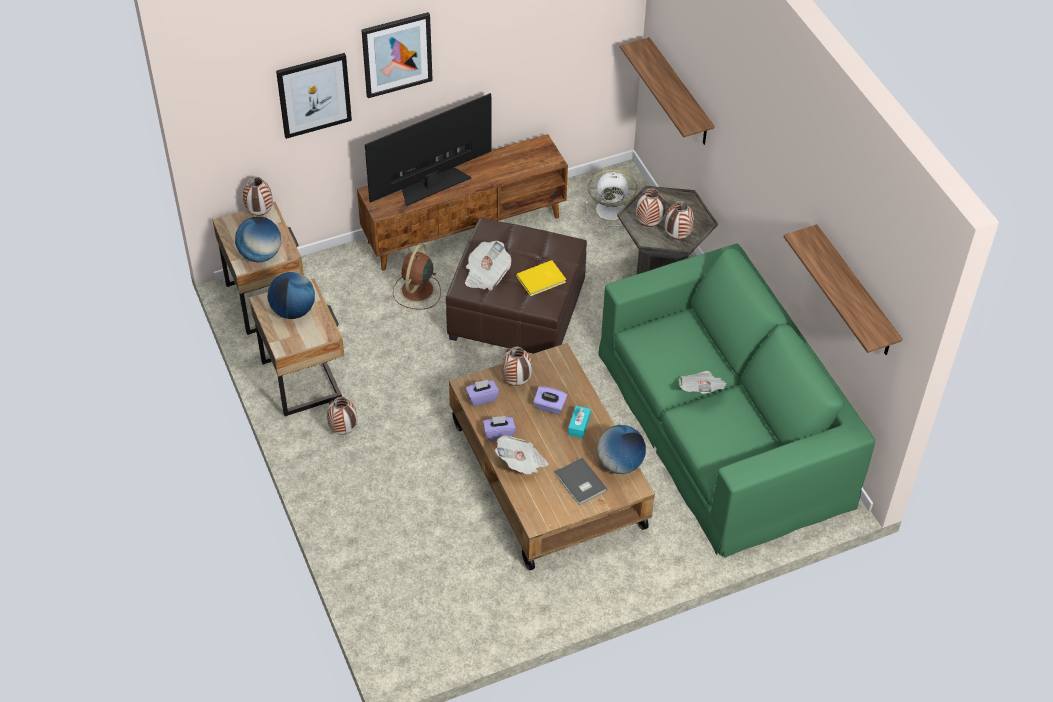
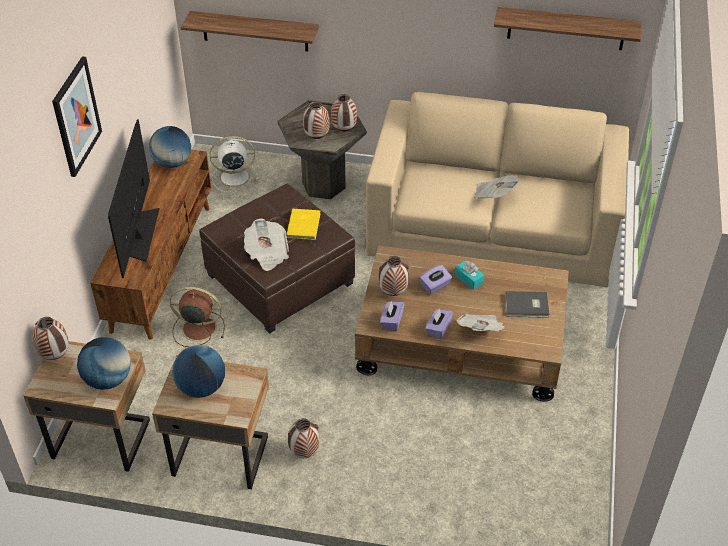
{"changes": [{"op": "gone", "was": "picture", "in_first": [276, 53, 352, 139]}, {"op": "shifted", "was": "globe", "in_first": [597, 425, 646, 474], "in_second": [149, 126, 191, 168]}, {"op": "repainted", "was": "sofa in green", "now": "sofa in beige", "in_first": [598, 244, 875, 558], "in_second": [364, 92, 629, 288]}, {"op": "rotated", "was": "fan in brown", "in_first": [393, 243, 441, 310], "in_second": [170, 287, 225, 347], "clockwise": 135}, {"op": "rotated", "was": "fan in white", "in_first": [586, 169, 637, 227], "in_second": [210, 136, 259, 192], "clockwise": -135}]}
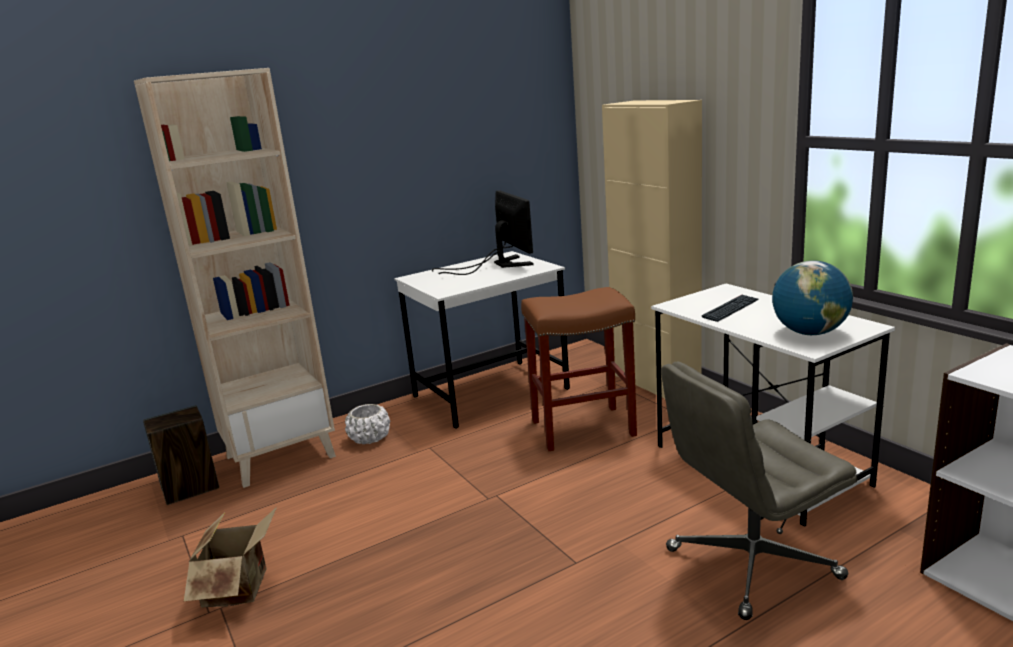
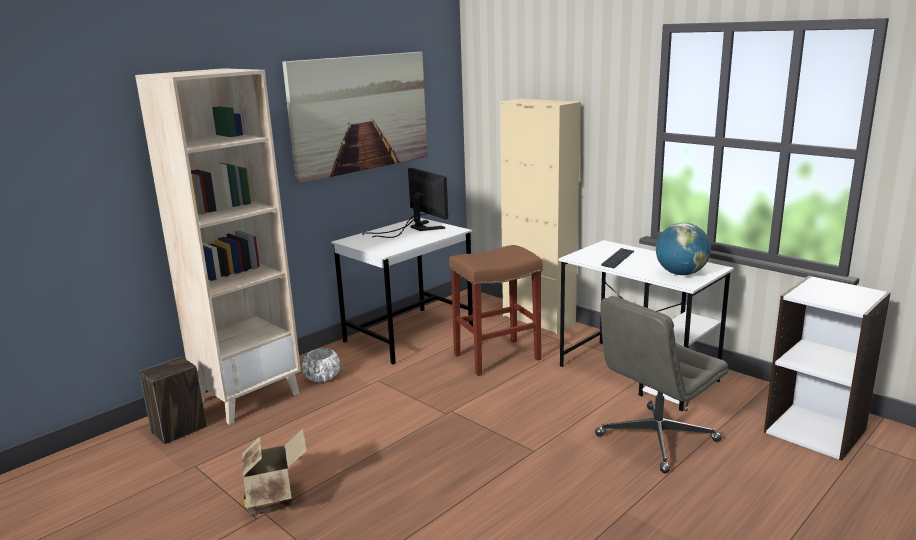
{"changes": [{"op": "new", "now": "picture", "in_second": [282, 52, 428, 183]}]}
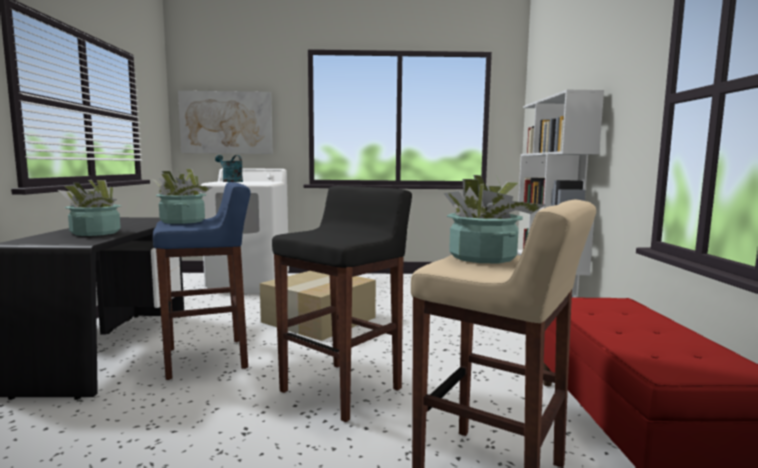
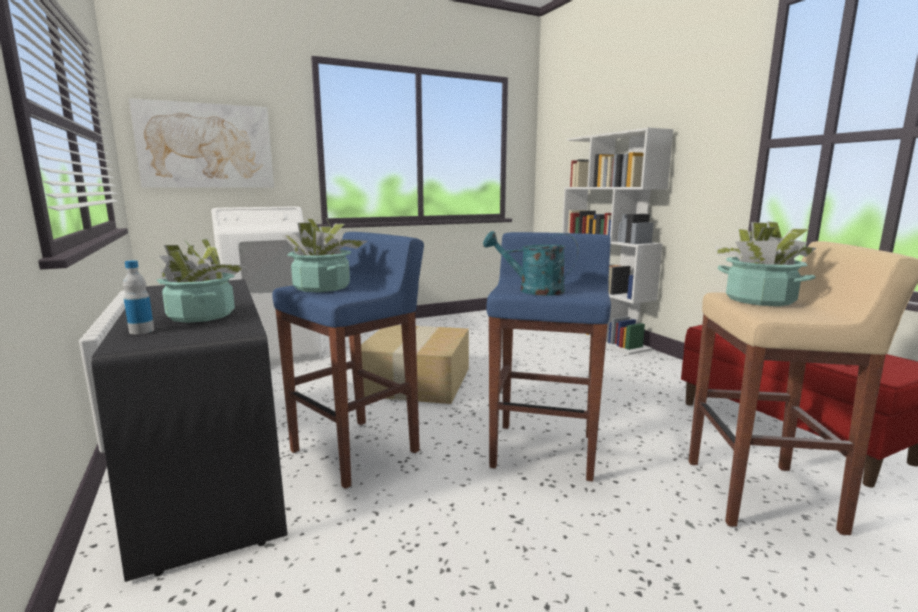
{"changes": [{"op": "new", "now": "bottle", "in_second": [123, 260, 154, 334]}, {"op": "shifted", "was": "watering can in turquoise", "in_first": [215, 155, 243, 182], "in_second": [483, 231, 578, 296]}, {"op": "repainted", "was": "stool in black", "now": "stool in blue", "in_first": [272, 186, 412, 422], "in_second": [486, 232, 611, 481]}]}
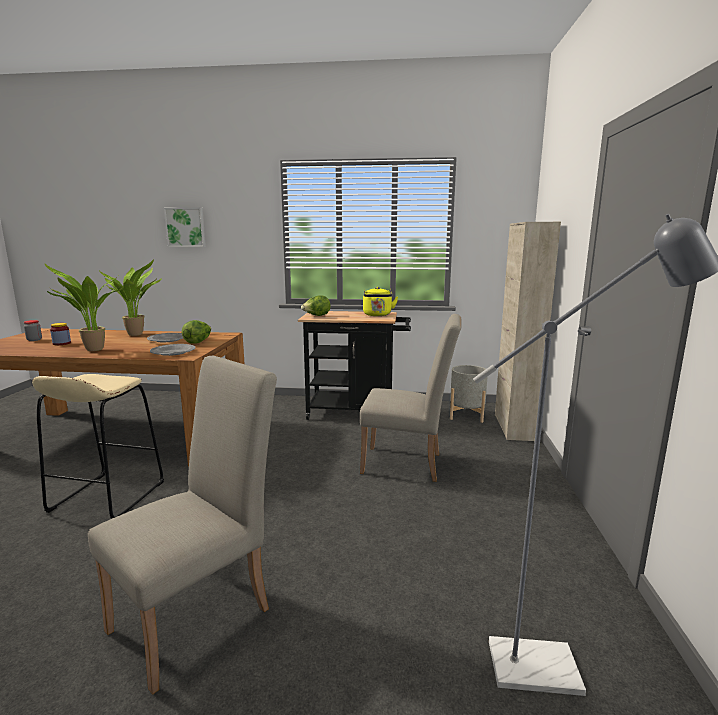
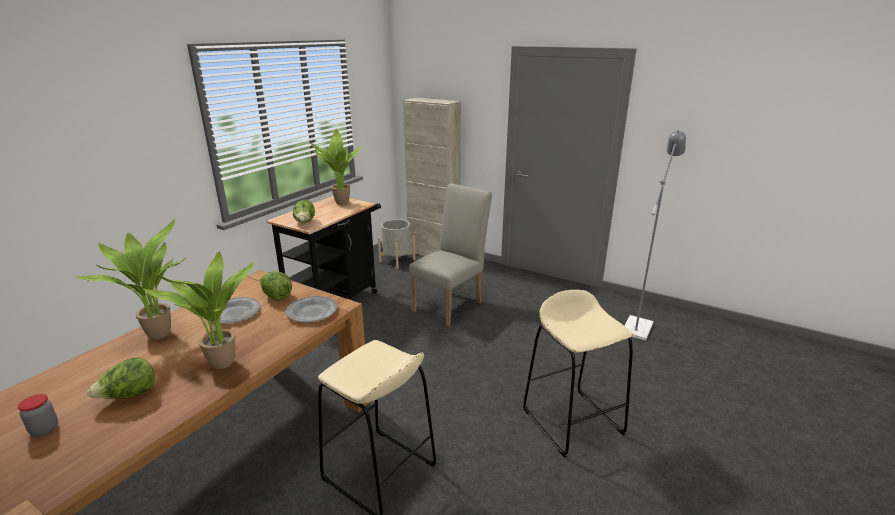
{"changes": [{"op": "gone", "was": "picture", "in_first": [164, 207, 206, 247]}, {"op": "swapped", "was": "jar", "now": "lettuce", "in_first": [50, 323, 71, 345], "in_second": [87, 358, 155, 399]}, {"op": "swapped", "was": "chair in beige", "now": "stool in beige", "in_first": [88, 356, 277, 695], "in_second": [523, 290, 633, 458]}, {"op": "swapped", "was": "kettle in yellow", "now": "potted plant", "in_first": [363, 287, 398, 316], "in_second": [311, 129, 362, 205]}]}
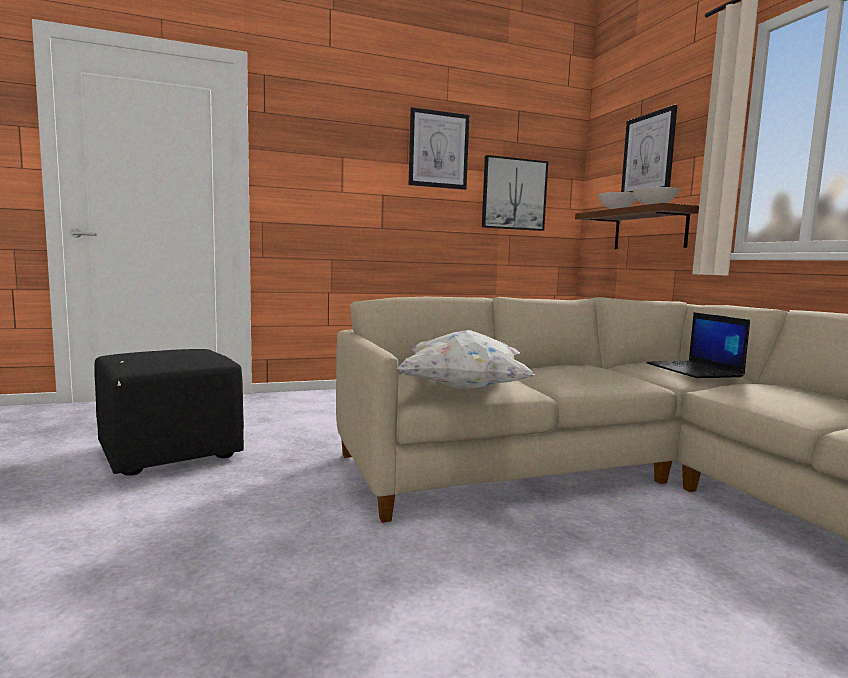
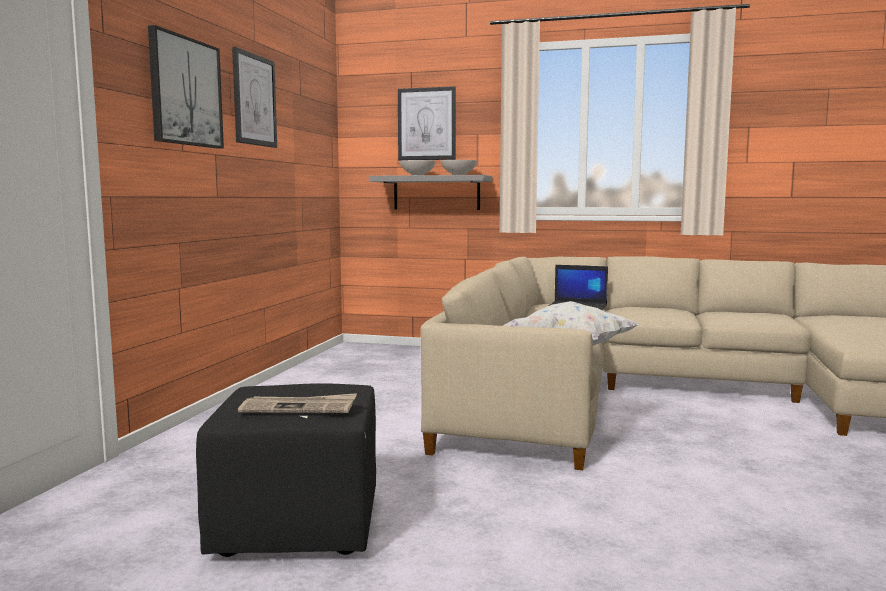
{"changes": [{"op": "new", "now": "newspaper", "in_second": [238, 393, 357, 413]}, {"op": "shifted", "was": "picture", "in_first": [482, 155, 548, 231], "in_second": [148, 25, 224, 149]}, {"op": "repainted", "was": "shelf in brown", "now": "shelf in grey", "in_first": [575, 203, 699, 249], "in_second": [369, 175, 493, 210]}]}
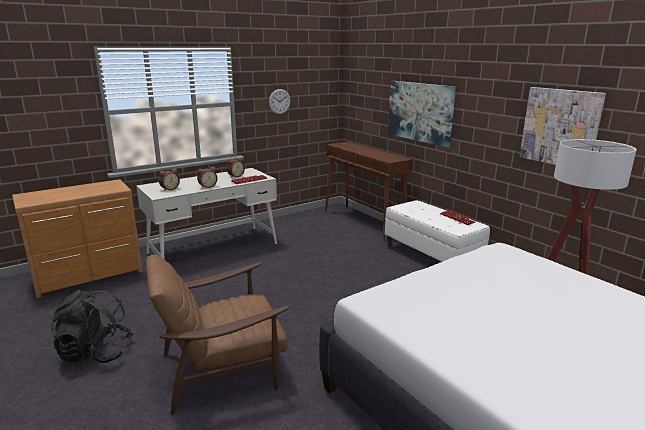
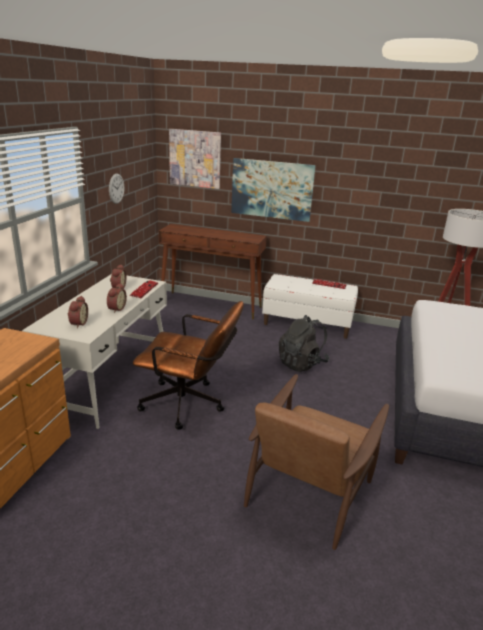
{"changes": [{"op": "new", "now": "office chair in brown", "in_second": [133, 301, 244, 430]}, {"op": "shifted", "was": "backpack in black", "in_first": [50, 289, 134, 363], "in_second": [279, 315, 330, 372]}, {"op": "shifted", "was": "picture", "in_first": [519, 87, 606, 165], "in_second": [169, 129, 221, 189]}]}
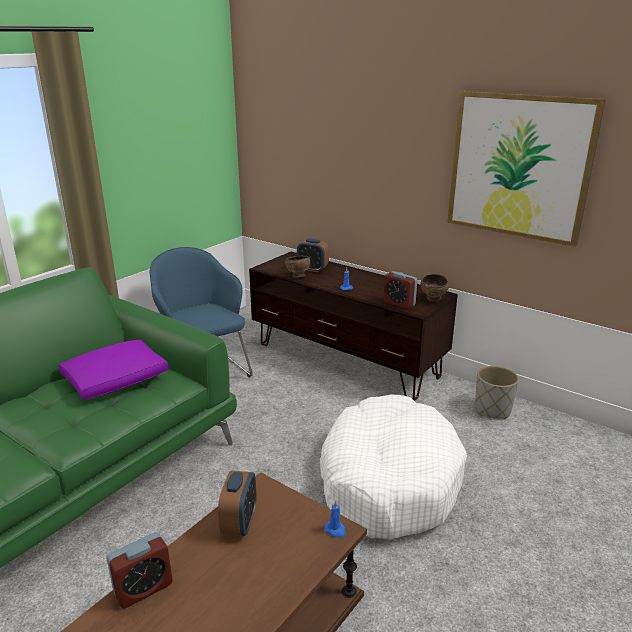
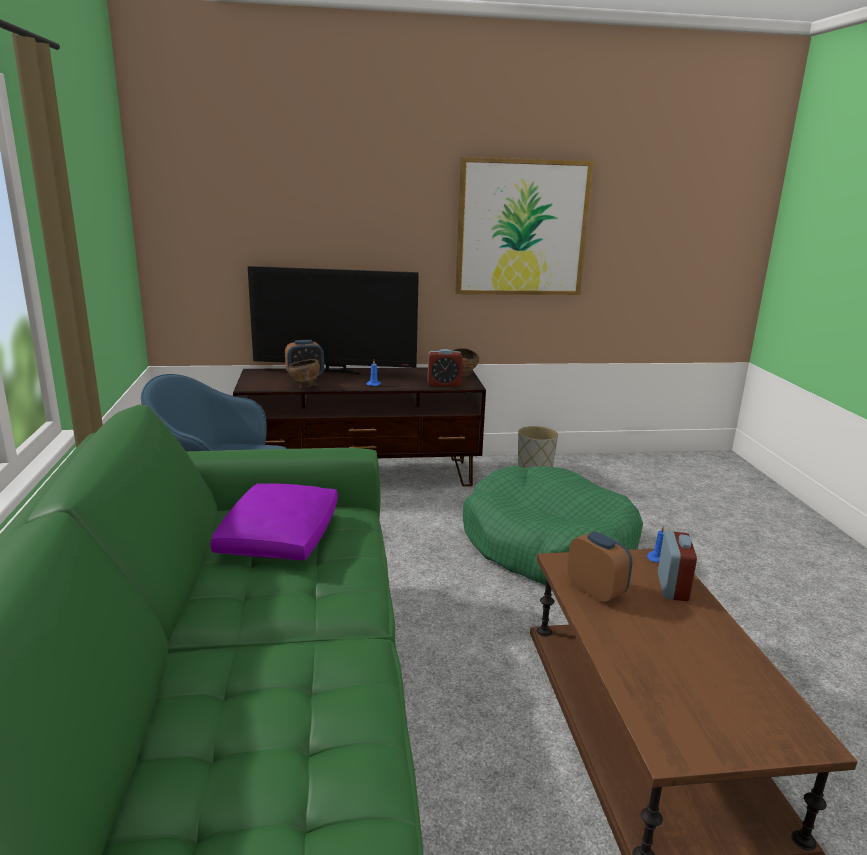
{"changes": [{"op": "new", "now": "television", "in_second": [248, 266, 419, 375]}, {"op": "shifted", "was": "alarm clock", "in_first": [107, 532, 173, 609], "in_second": [658, 531, 697, 601]}, {"op": "repainted", "was": "dog bed in white", "now": "dog bed in green", "in_first": [320, 395, 467, 540], "in_second": [463, 466, 643, 585]}]}
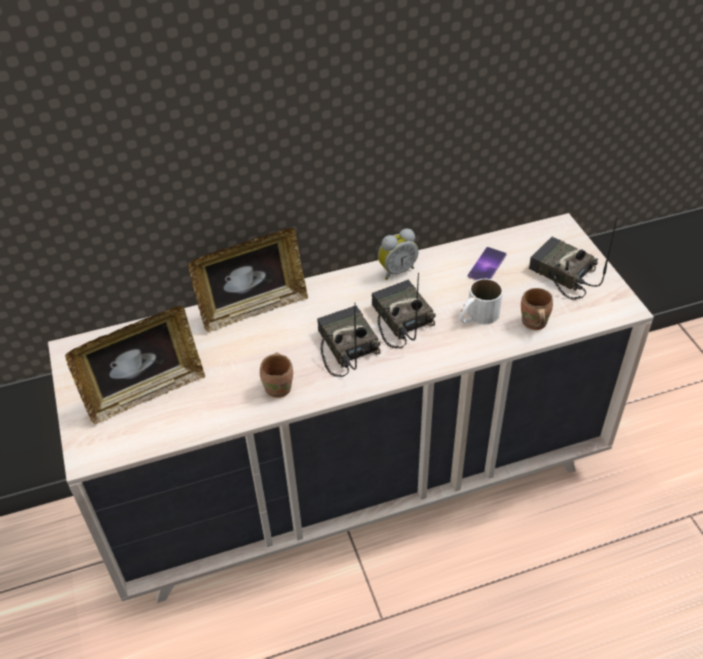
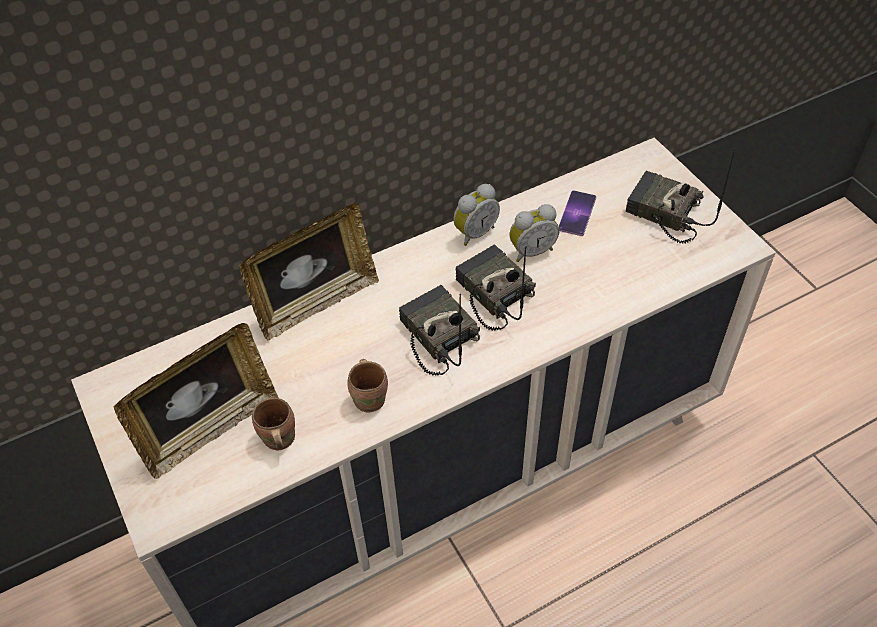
{"changes": [{"op": "gone", "was": "mug in white", "in_first": [459, 279, 503, 324]}, {"op": "new", "now": "alarm clock", "in_second": [509, 204, 559, 262]}, {"op": "shifted", "was": "mug in brown", "in_first": [521, 288, 553, 330], "in_second": [252, 398, 295, 450]}]}
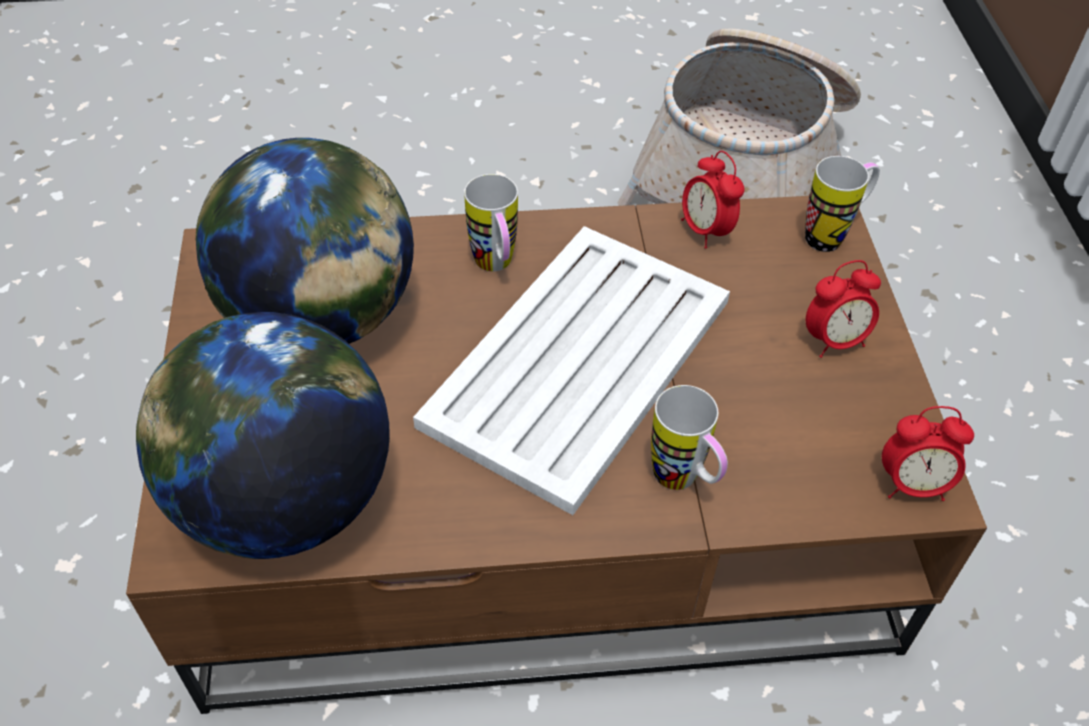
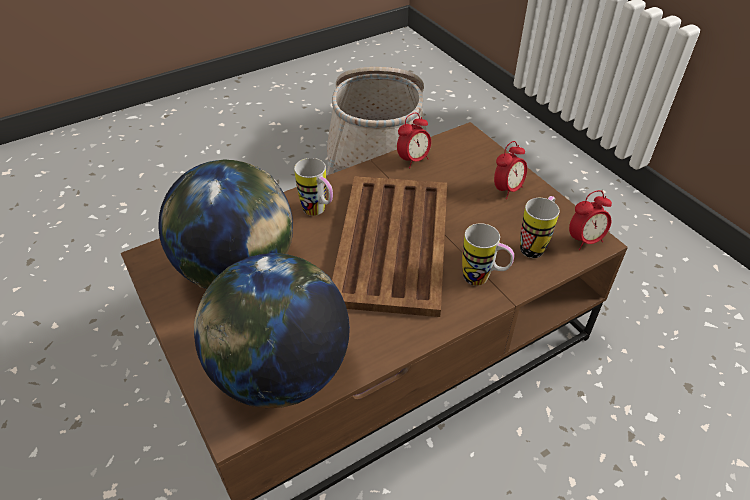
{"changes": [{"op": "shifted", "was": "mug", "in_first": [805, 156, 880, 252], "in_second": [520, 196, 560, 258]}, {"op": "repainted", "was": "tray in white", "now": "tray in brown", "in_first": [413, 226, 730, 515], "in_second": [332, 176, 447, 317]}, {"op": "rotated", "was": "alarm clock", "in_first": [681, 151, 744, 249], "in_second": [397, 113, 431, 168], "clockwise": -75}]}
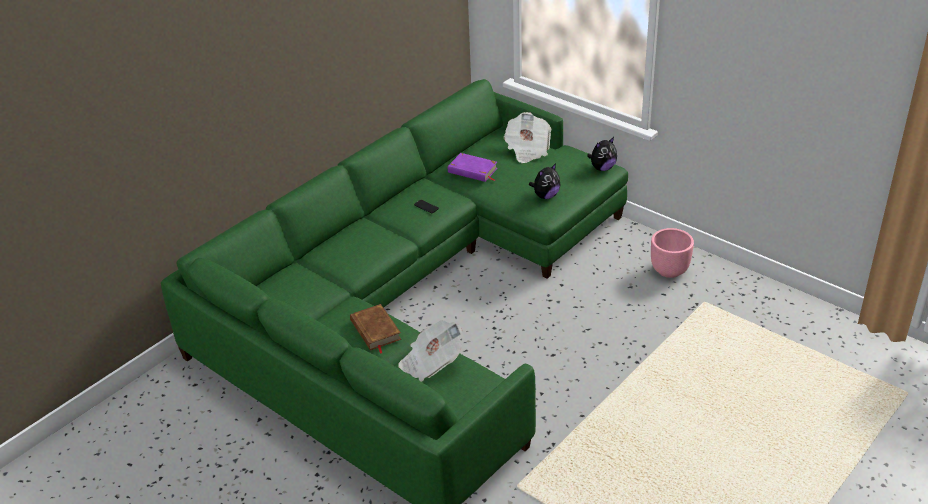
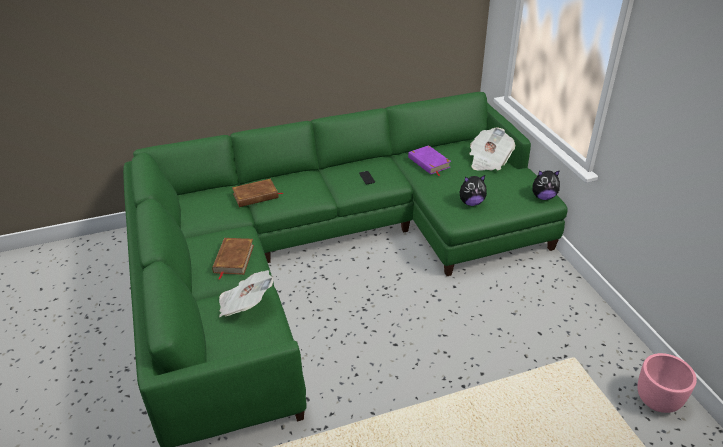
{"changes": [{"op": "new", "now": "book in brown", "in_second": [232, 179, 284, 207]}, {"op": "shifted", "was": "planter in pink", "in_first": [651, 228, 694, 278], "in_second": [638, 353, 697, 413]}]}
